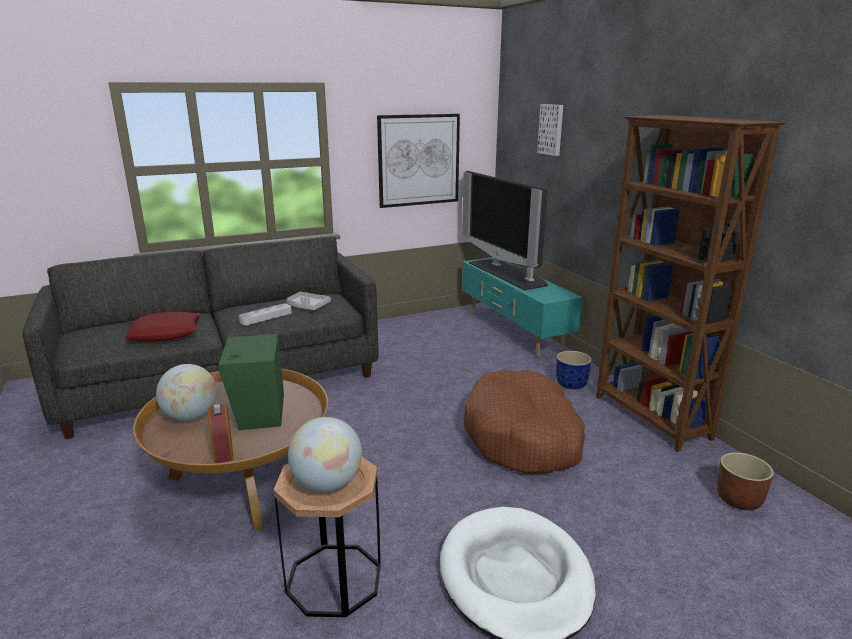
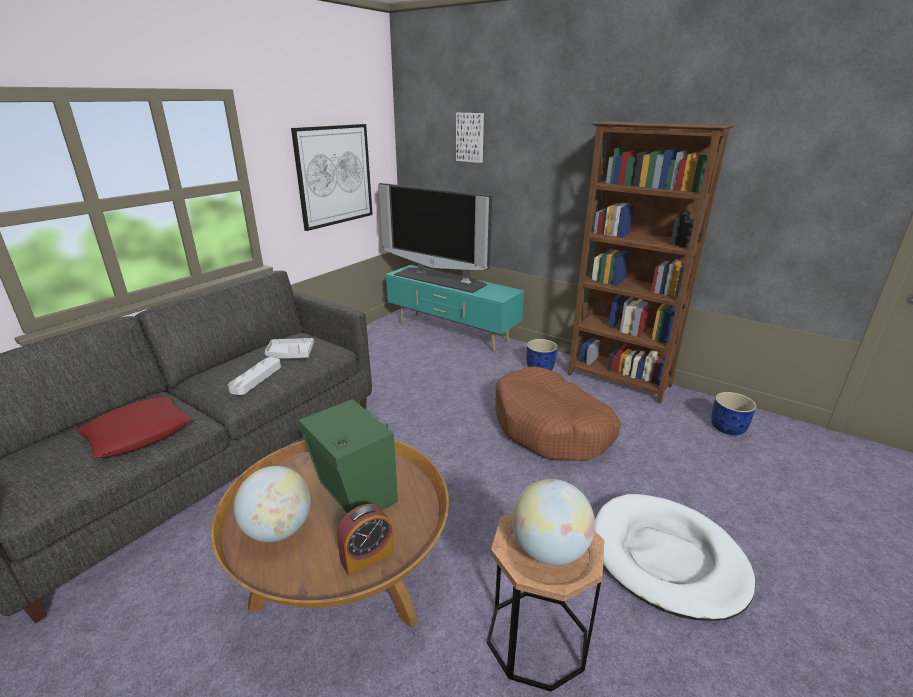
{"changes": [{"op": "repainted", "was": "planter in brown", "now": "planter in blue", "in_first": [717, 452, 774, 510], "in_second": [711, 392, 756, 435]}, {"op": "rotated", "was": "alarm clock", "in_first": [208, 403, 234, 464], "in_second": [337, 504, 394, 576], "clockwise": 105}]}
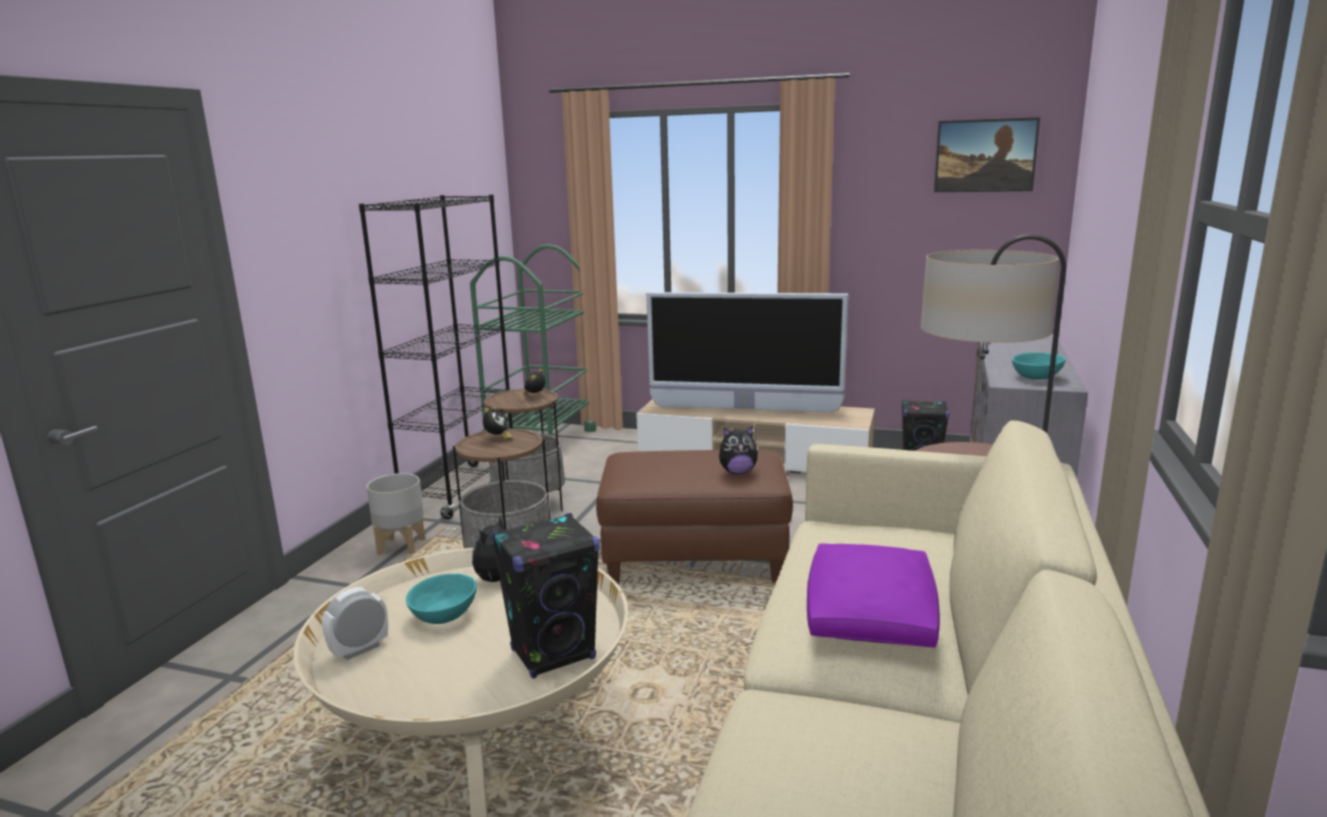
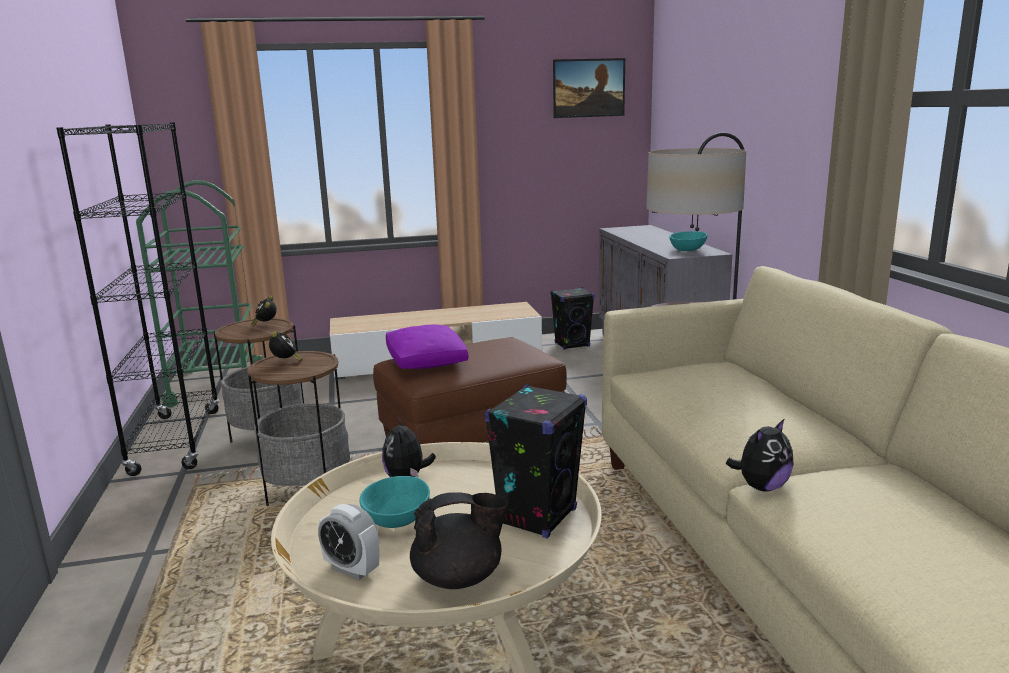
{"changes": [{"op": "gone", "was": "planter in grey", "in_first": [366, 473, 425, 555]}, {"op": "gone", "was": "television", "in_first": [646, 292, 849, 412]}, {"op": "new", "now": "teapot in black", "in_second": [410, 492, 509, 589]}, {"op": "shifted", "was": "plush toy", "in_first": [719, 426, 758, 474], "in_second": [726, 418, 794, 492]}, {"op": "shifted", "was": "pillow in purple", "in_first": [807, 543, 940, 647], "in_second": [386, 325, 468, 369]}, {"op": "rotated", "was": "alarm clock", "in_first": [322, 587, 388, 660], "in_second": [318, 504, 380, 580], "clockwise": -75}]}
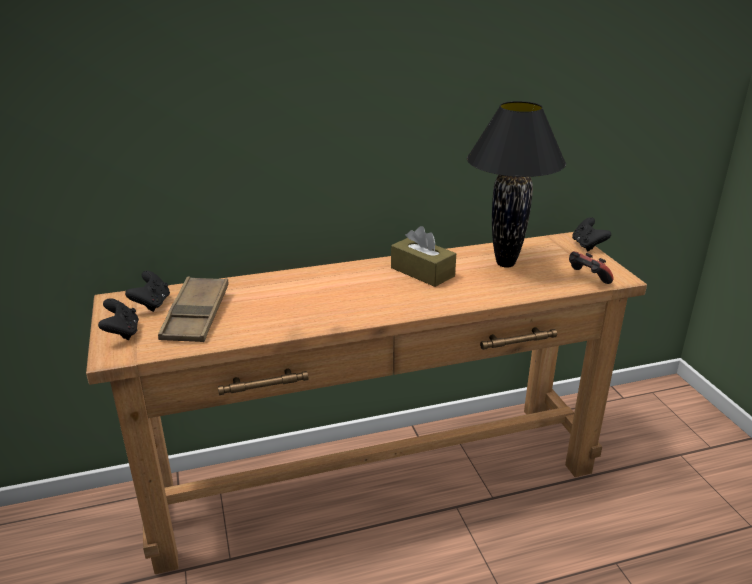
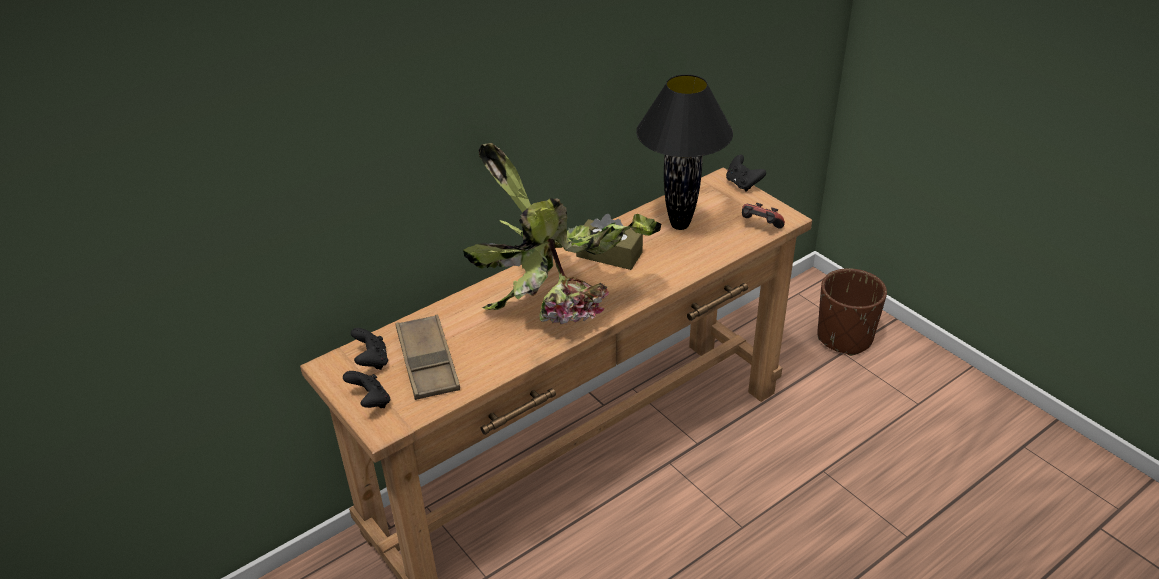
{"changes": [{"op": "new", "now": "potted plant", "in_second": [463, 143, 661, 324]}, {"op": "new", "now": "planter in brown", "in_second": [818, 268, 887, 356]}]}
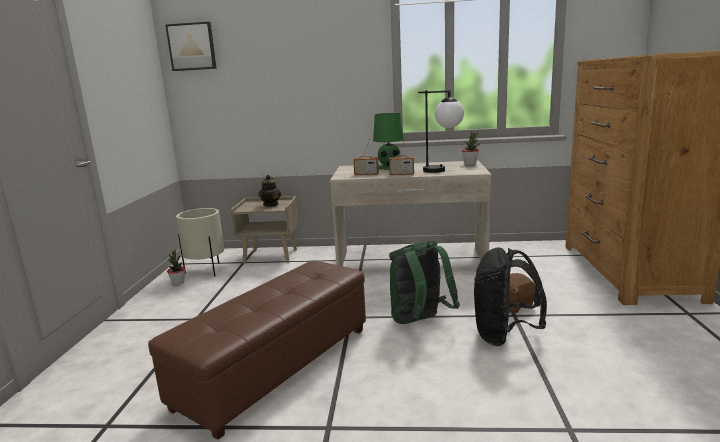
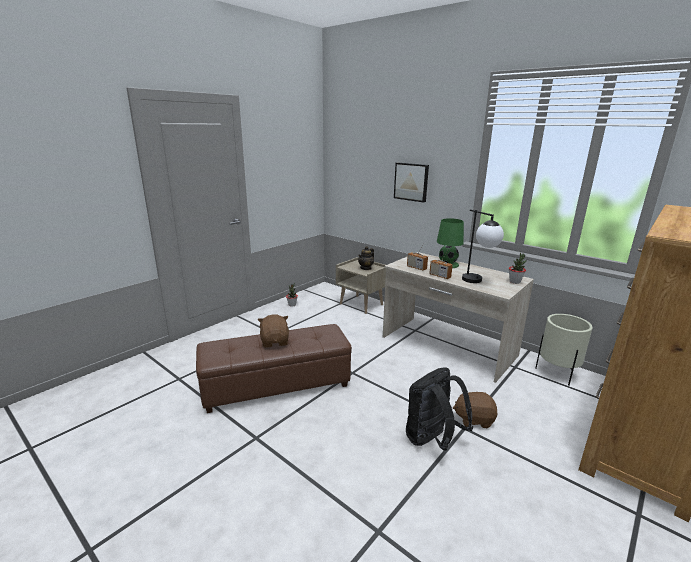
{"changes": [{"op": "gone", "was": "backpack in green", "in_first": [389, 241, 460, 324]}, {"op": "new", "now": "plush toy in brown", "in_second": [258, 314, 289, 348]}, {"op": "shifted", "was": "picture", "in_first": [165, 22, 217, 71], "in_second": [394, 163, 429, 202]}, {"op": "shifted", "was": "planter in beige", "in_first": [176, 208, 224, 277], "in_second": [535, 314, 593, 386]}]}
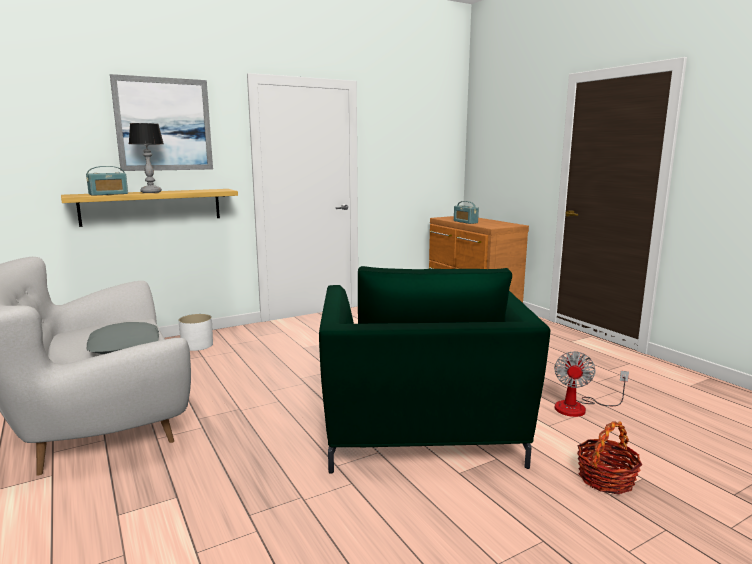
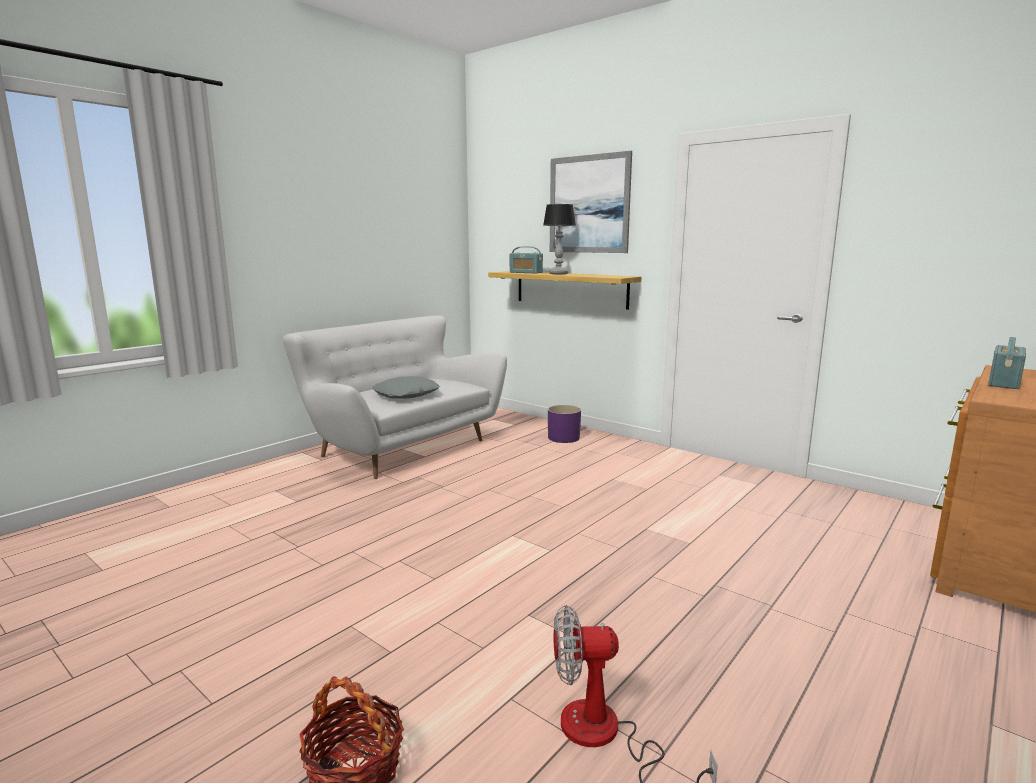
{"changes": [{"op": "gone", "was": "armchair in green", "in_first": [319, 266, 550, 474]}, {"op": "repainted", "was": "planter in white", "now": "planter in purple", "in_first": [178, 314, 213, 351], "in_second": [548, 405, 581, 443]}]}
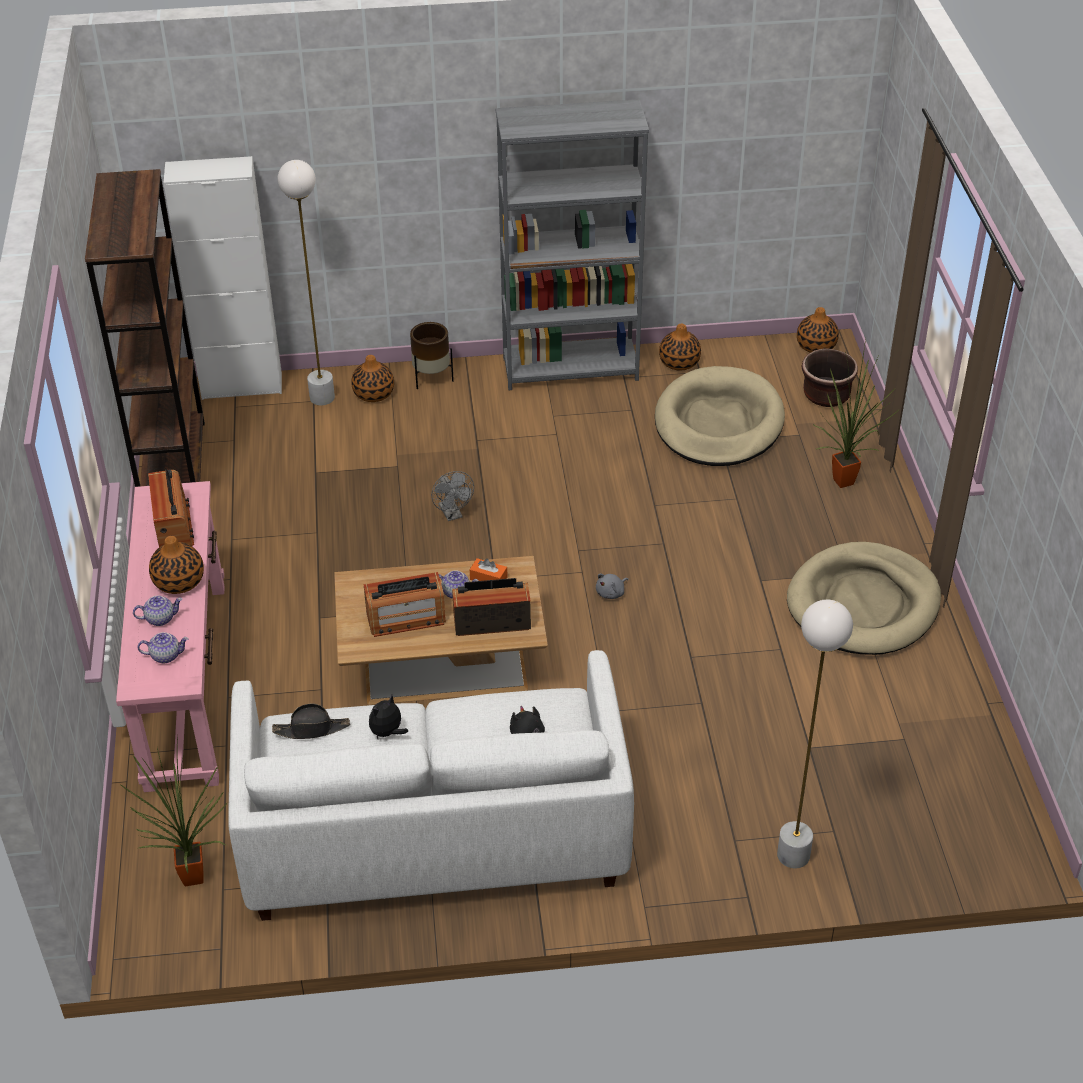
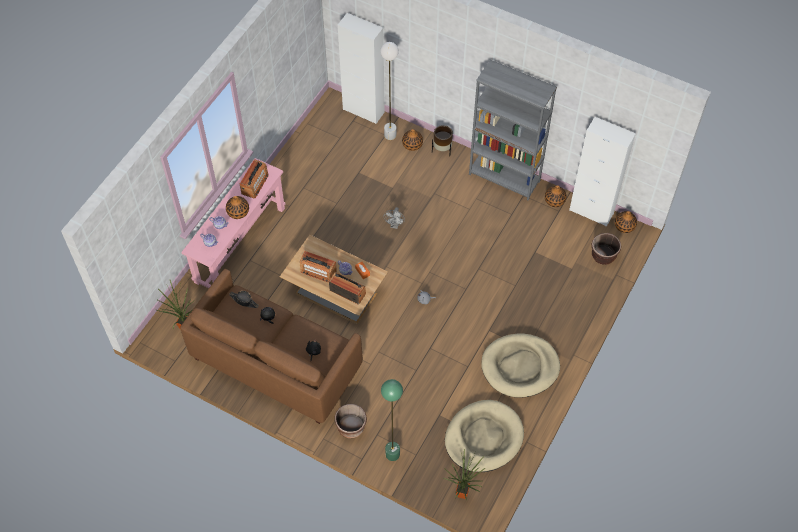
{"changes": [{"op": "gone", "was": "bookcase in brown", "in_first": [85, 169, 205, 487]}, {"op": "new", "now": "planter in brown", "in_second": [335, 404, 367, 438]}, {"op": "new", "now": "cabinet in white", "in_second": [569, 117, 636, 227]}, {"op": "shifted", "was": "dog bed in beige", "in_first": [655, 366, 785, 466], "in_second": [445, 400, 524, 472]}, {"op": "shifted", "was": "potted plant", "in_first": [813, 338, 899, 488], "in_second": [443, 449, 485, 501]}, {"op": "repainted", "was": "sofa in white", "now": "sofa in brown", "in_first": [228, 650, 634, 921], "in_second": [180, 269, 363, 424]}, {"op": "repainted", "was": "floor lamp in white", "now": "floor lamp in green", "in_first": [777, 599, 853, 868], "in_second": [381, 379, 403, 461]}]}
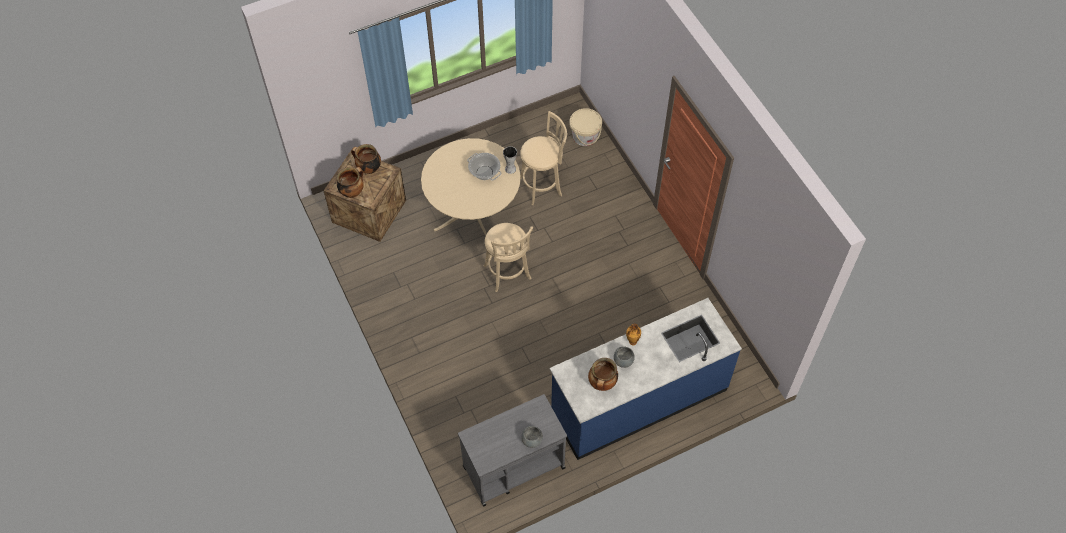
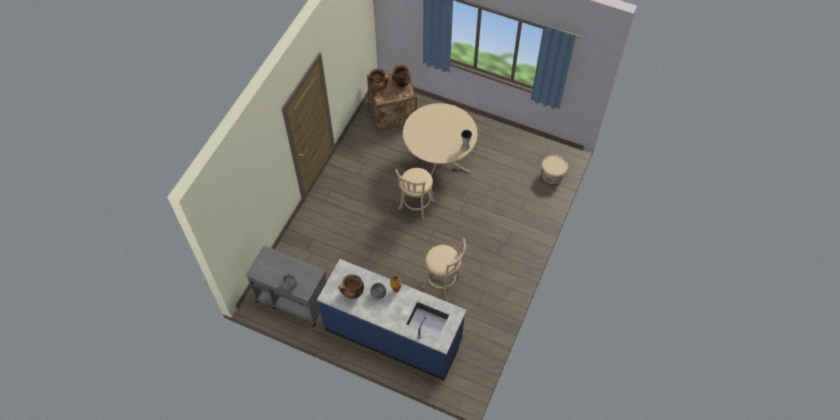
{"changes": [{"op": "gone", "was": "cooking pot", "in_first": [467, 153, 502, 181]}, {"op": "shifted", "was": "stool in beige", "in_first": [520, 111, 567, 205], "in_second": [423, 238, 466, 300]}]}
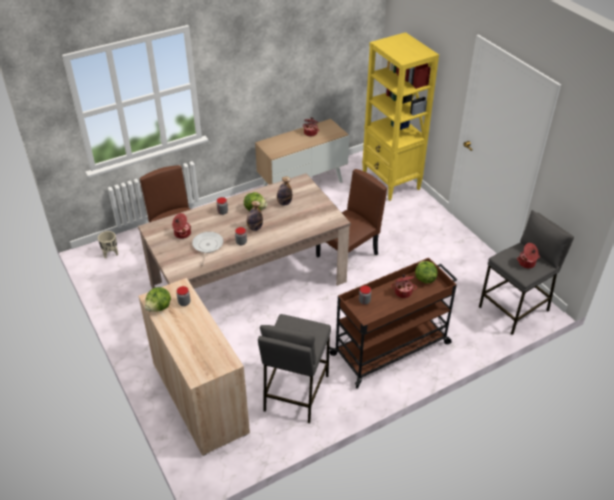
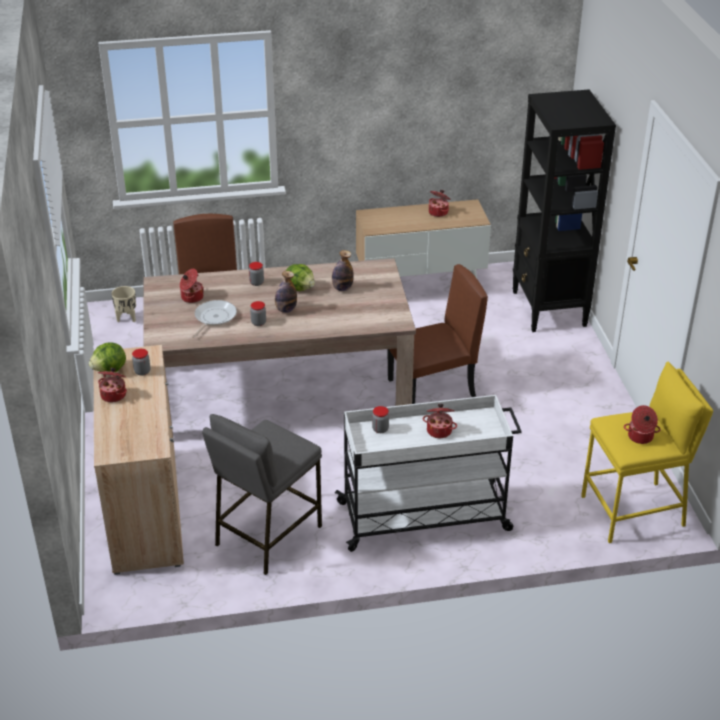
{"changes": [{"op": "gone", "was": "lettuce", "in_first": [415, 261, 438, 284]}, {"op": "new", "now": "cooking pot", "in_second": [98, 368, 127, 402]}, {"op": "repainted", "was": "cart in brown", "now": "cart in white", "in_first": [329, 258, 457, 389], "in_second": [335, 395, 522, 552]}, {"op": "repainted", "was": "bookcase in yellow", "now": "bookcase in black", "in_first": [362, 32, 439, 201], "in_second": [512, 90, 616, 332]}, {"op": "repainted", "was": "stool in grey", "now": "stool in yellow", "in_first": [479, 210, 574, 335], "in_second": [581, 361, 713, 543]}]}
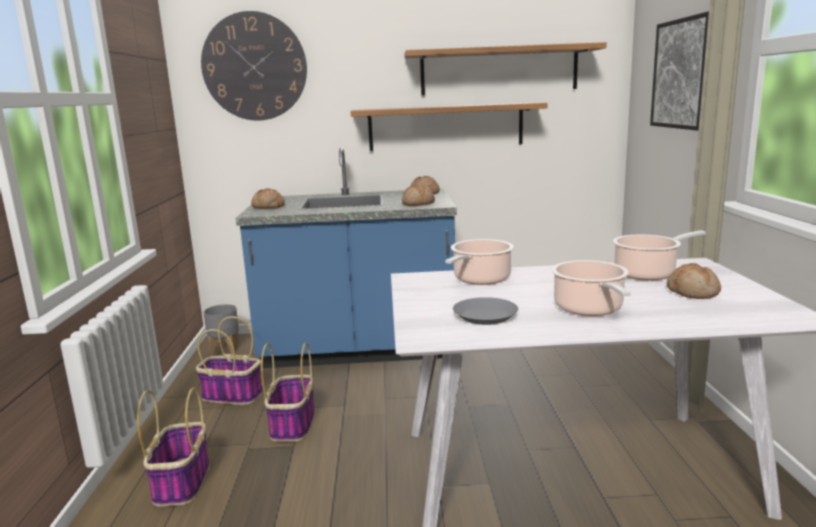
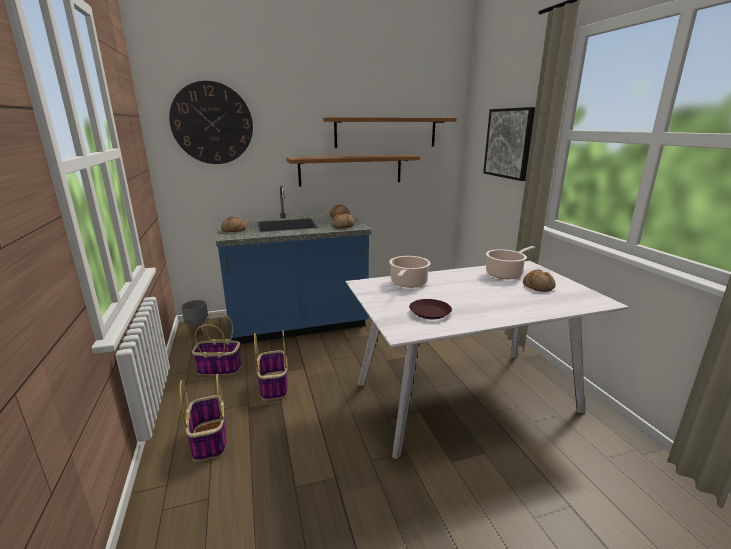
{"changes": [{"op": "gone", "was": "cooking pot", "in_first": [552, 260, 631, 316]}, {"op": "repainted", "was": "plate in grey", "now": "plate in brown", "in_first": [453, 297, 518, 325], "in_second": [409, 299, 452, 320]}]}
